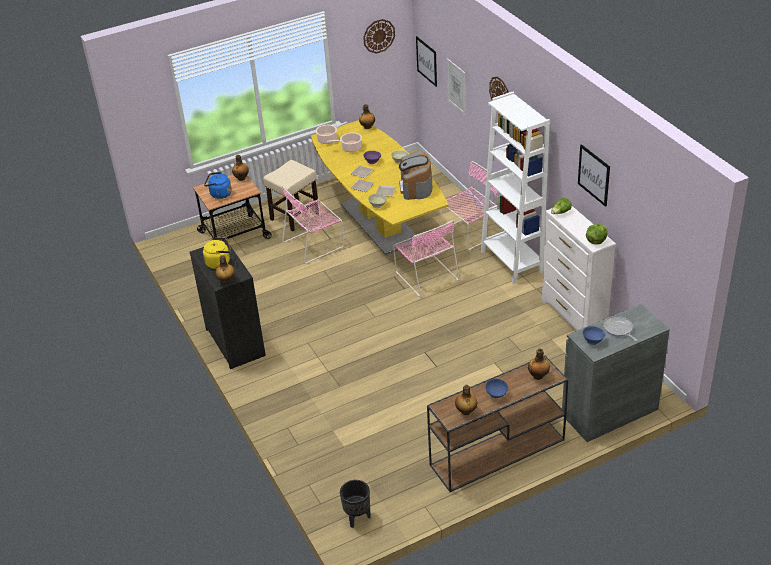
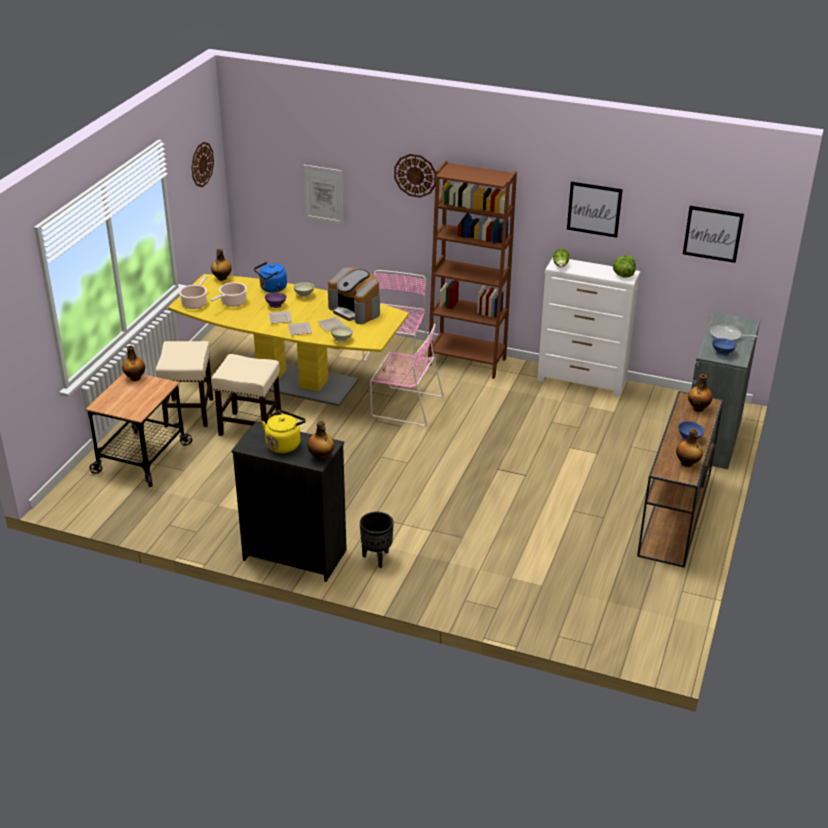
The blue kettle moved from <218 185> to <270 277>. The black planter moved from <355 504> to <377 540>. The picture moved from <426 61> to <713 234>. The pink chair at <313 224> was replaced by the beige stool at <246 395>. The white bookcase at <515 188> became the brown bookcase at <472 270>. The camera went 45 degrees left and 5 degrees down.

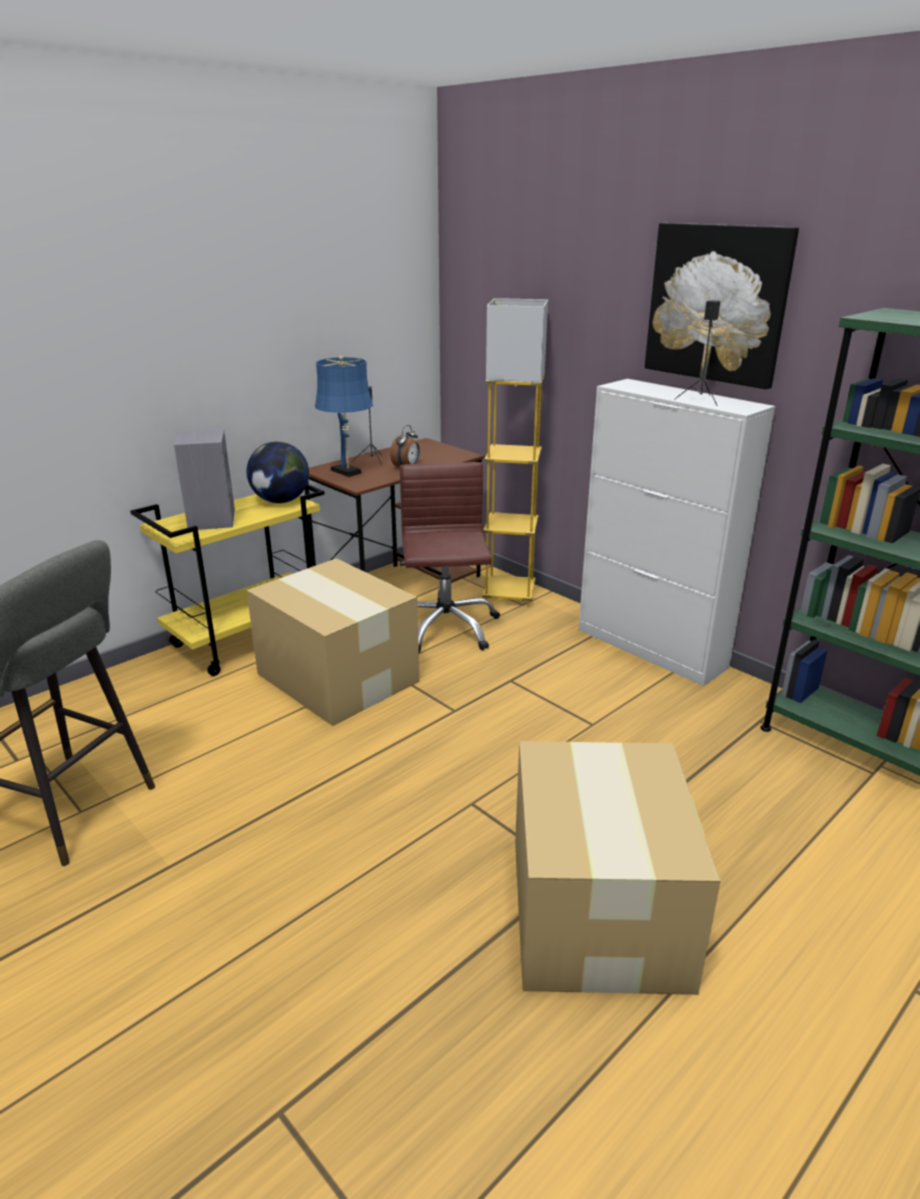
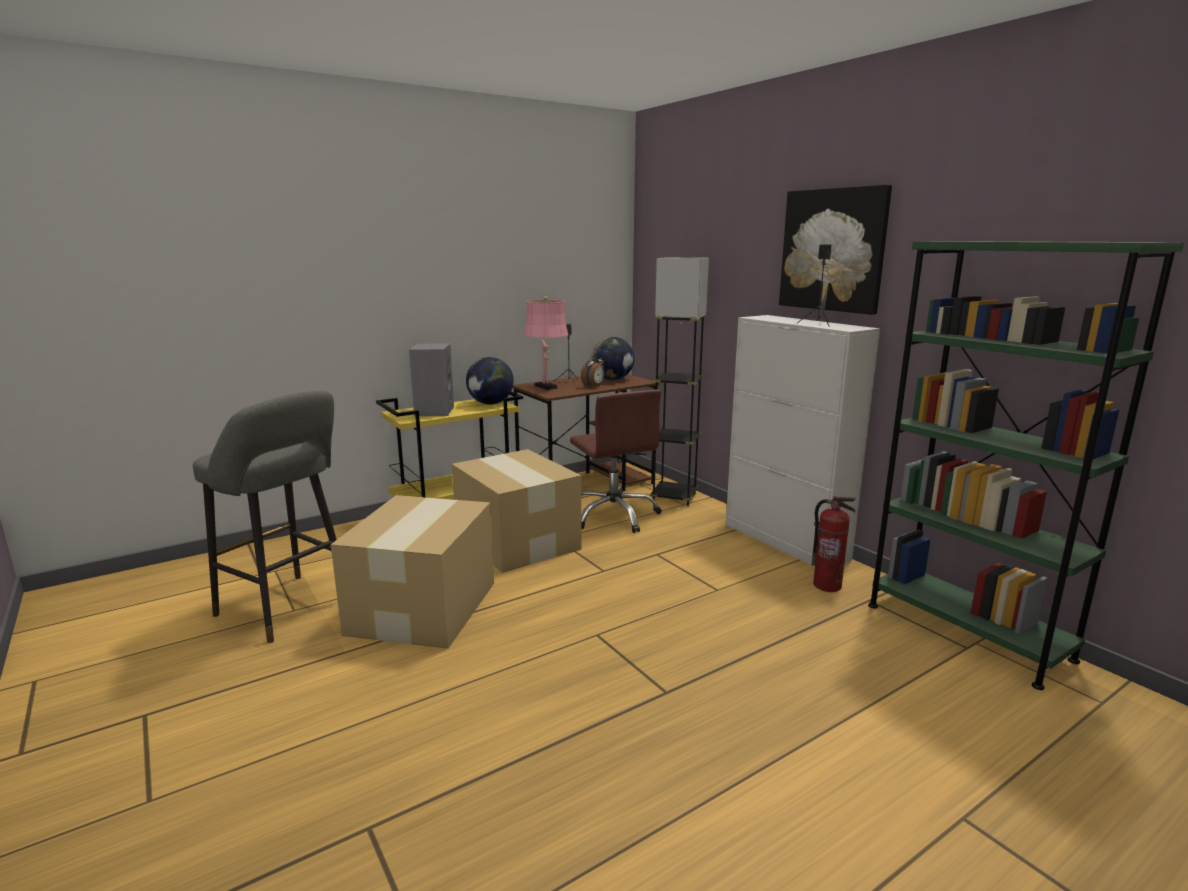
The globe at <613 358> appeared. The fire extinguisher at <834 544> appeared. The cardboard box moved from <618 868> to <412 572>. The blue table lamp at <344 416> became the pink table lamp at <546 343>. The yellow floor lamp at <515 452> became the black floor lamp at <679 381>. The brown office chair at <450 557> turned 150 degrees clockwise. The camera went 10 degrees right and 10 degrees down.

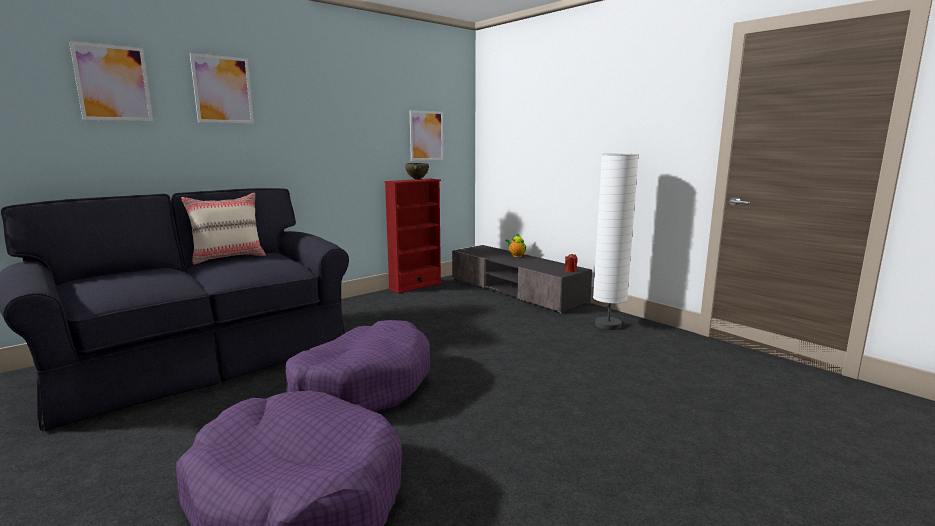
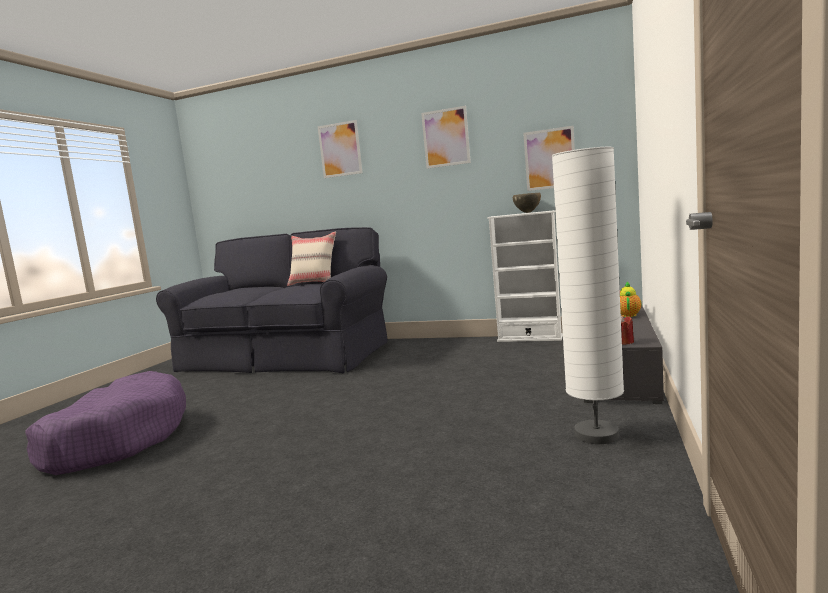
The purple dog bed at <357 366> disappeared. The picture moved from <111 81> to <446 137>. The red bookcase at <413 235> became the white bookcase at <525 276>. The camera went 60 degrees right and 5 degrees down.

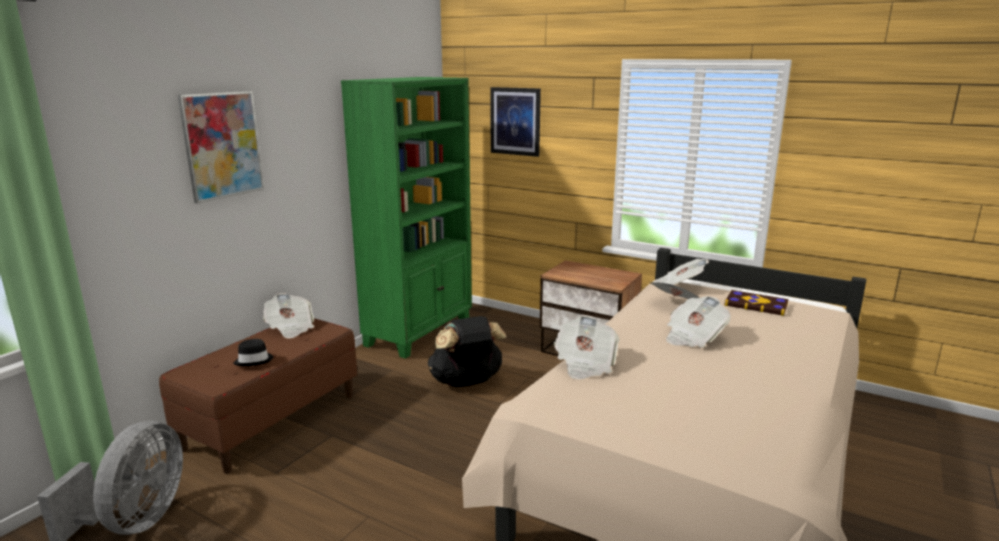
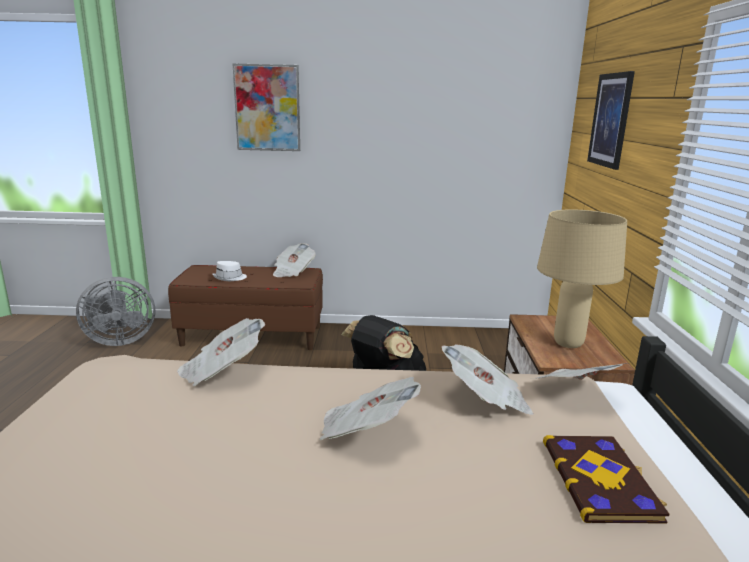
The green bookcase at <406 218> disappeared. The beige table lamp at <582 279> appeared. The black hat at <253 352> became the white hat at <230 271>. The camera went 60 degrees right and 0 degrees up.

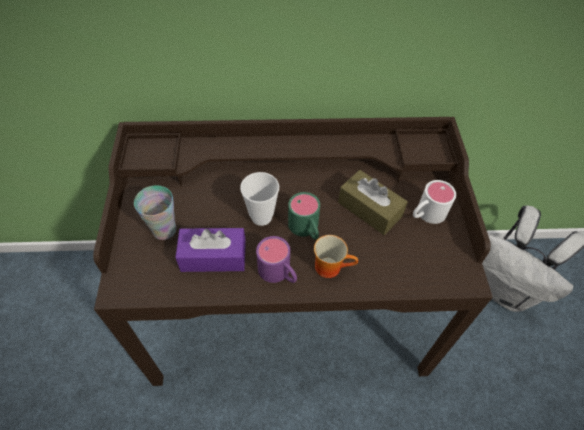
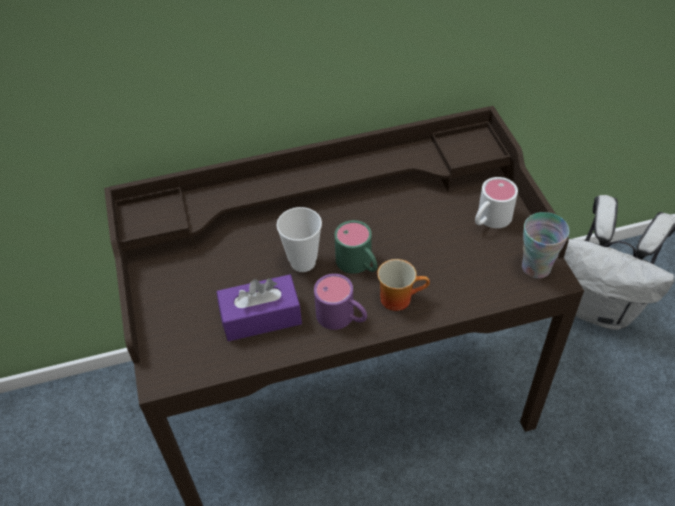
The brown tissue box at <373 202> disappeared. The cup moved from <155 212> to <545 245>. The camera went 10 degrees left and 5 degrees down.

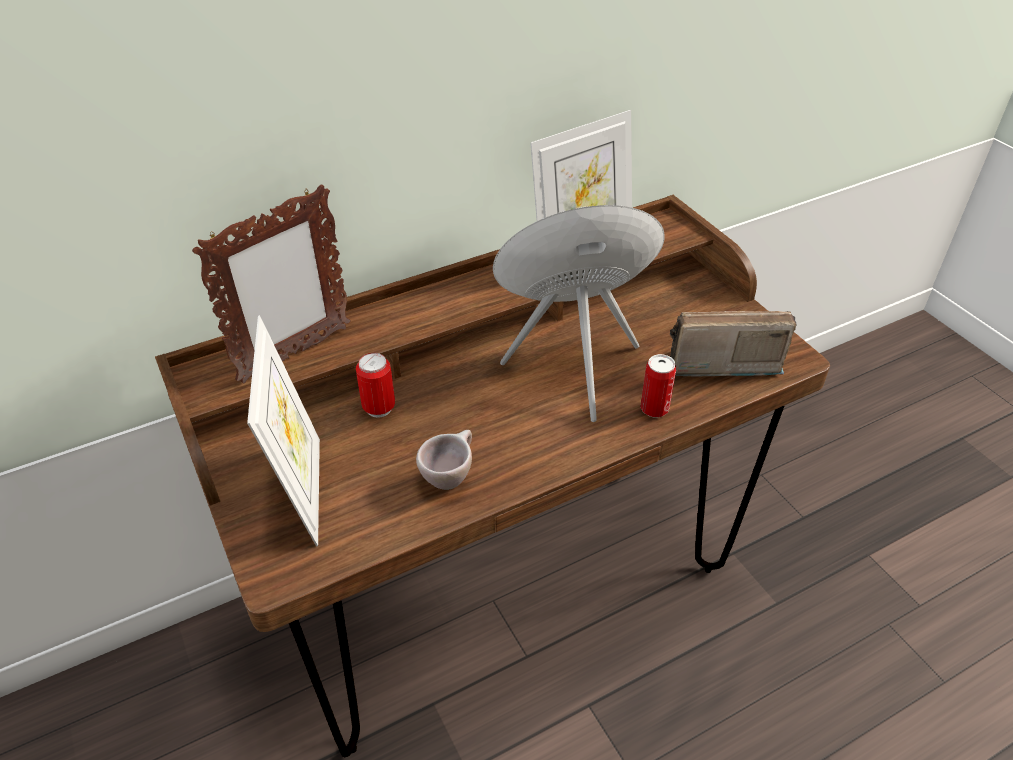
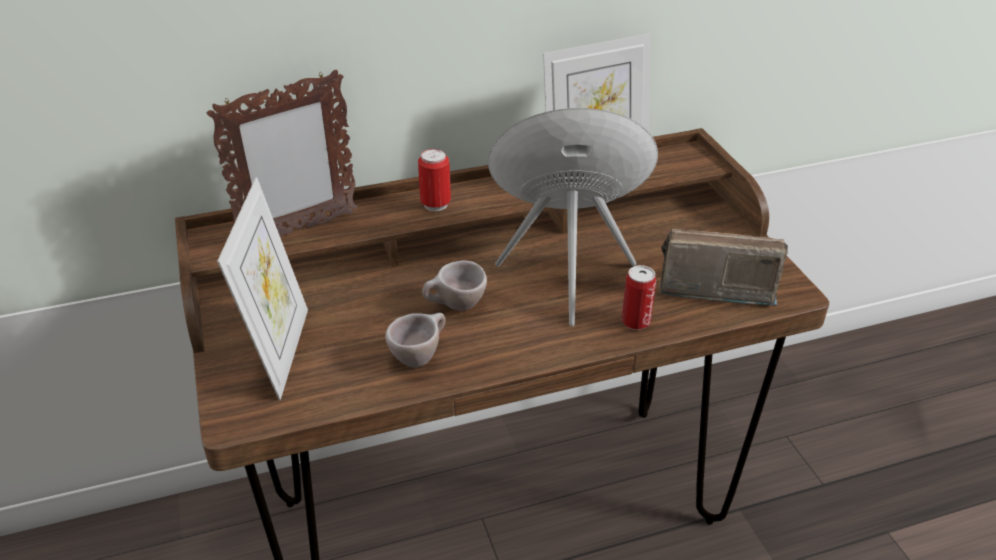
The beige cup at <454 285> appeared. The can moved from <375 385> to <434 180>. The camera went 10 degrees right and 5 degrees down.

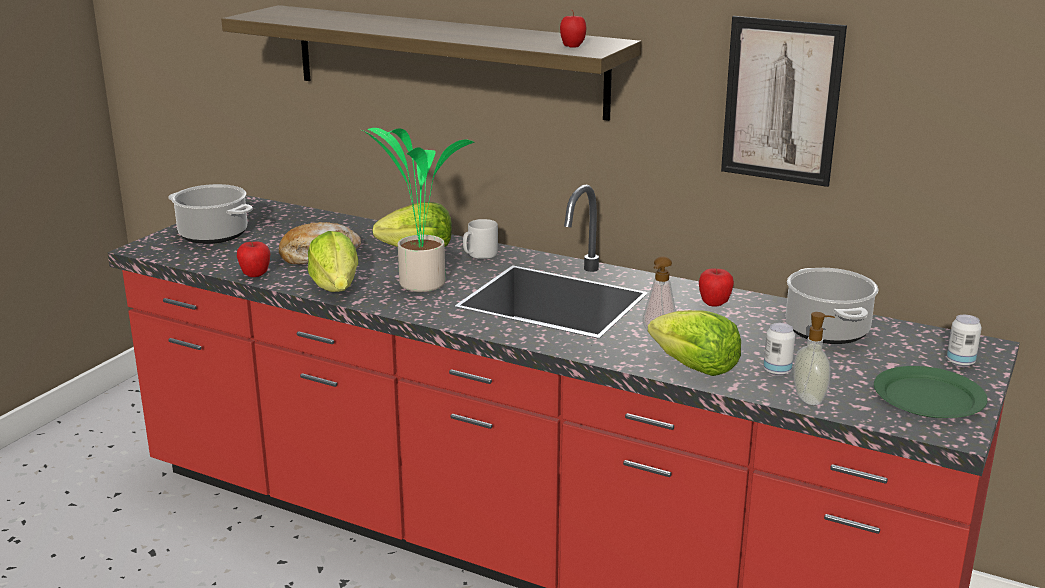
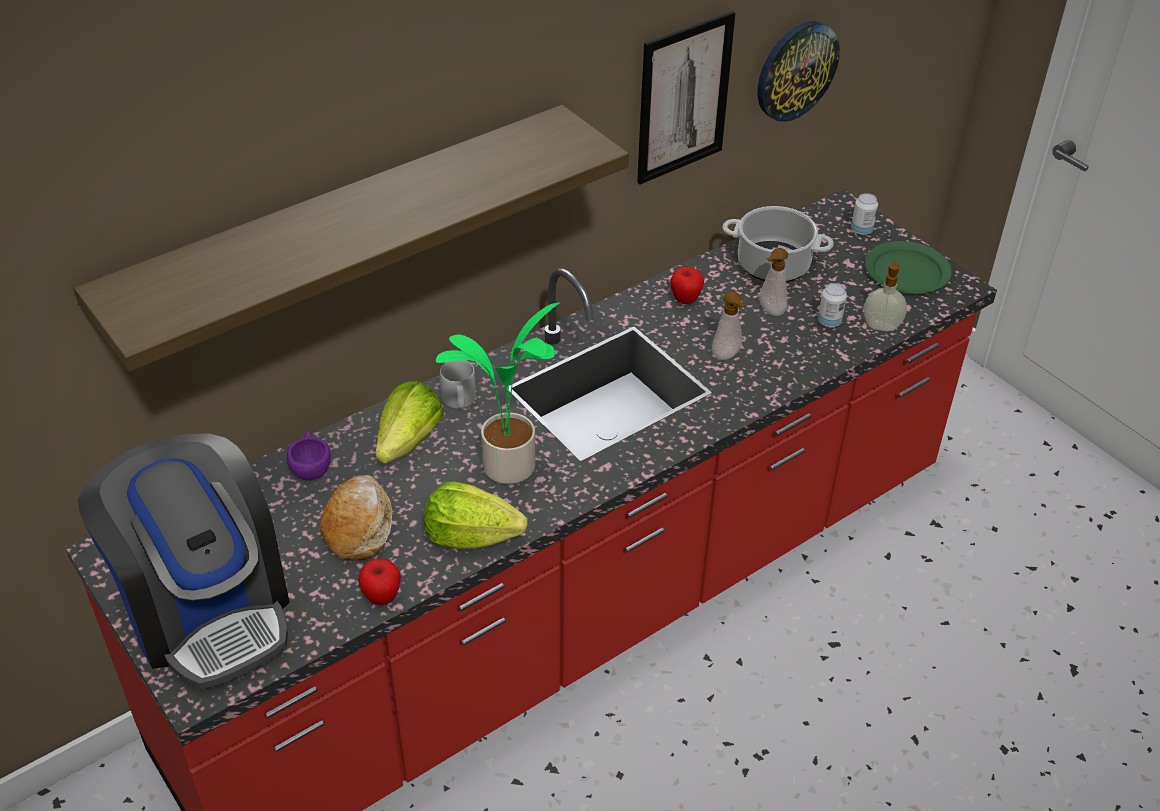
The apple at <573 29> disappeared. The lettuce at <694 343> disappeared. The purple cup at <309 455> appeared. The wall clock at <799 71> appeared. The soap dispenser at <773 282> appeared. The cooking pot at <210 214> was replaced by the coffee machine at <183 561>. The camera went 65 degrees left and 20 degrees up.

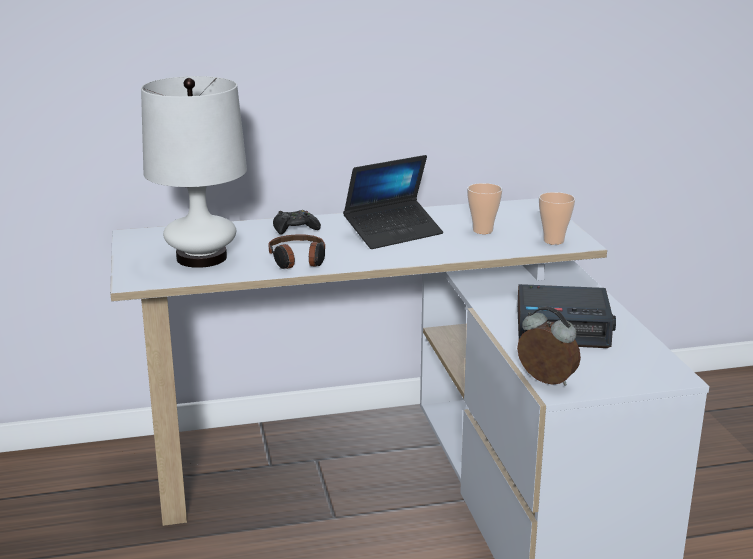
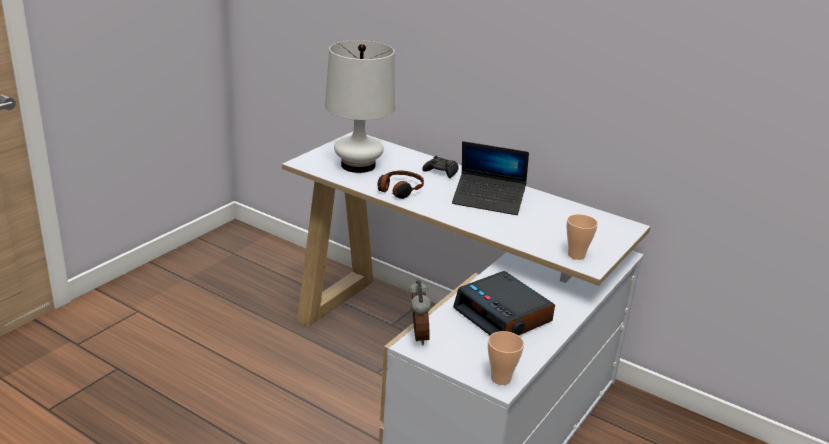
The cup moved from <484 208> to <506 358>. The camera went 45 degrees right and 5 degrees up.

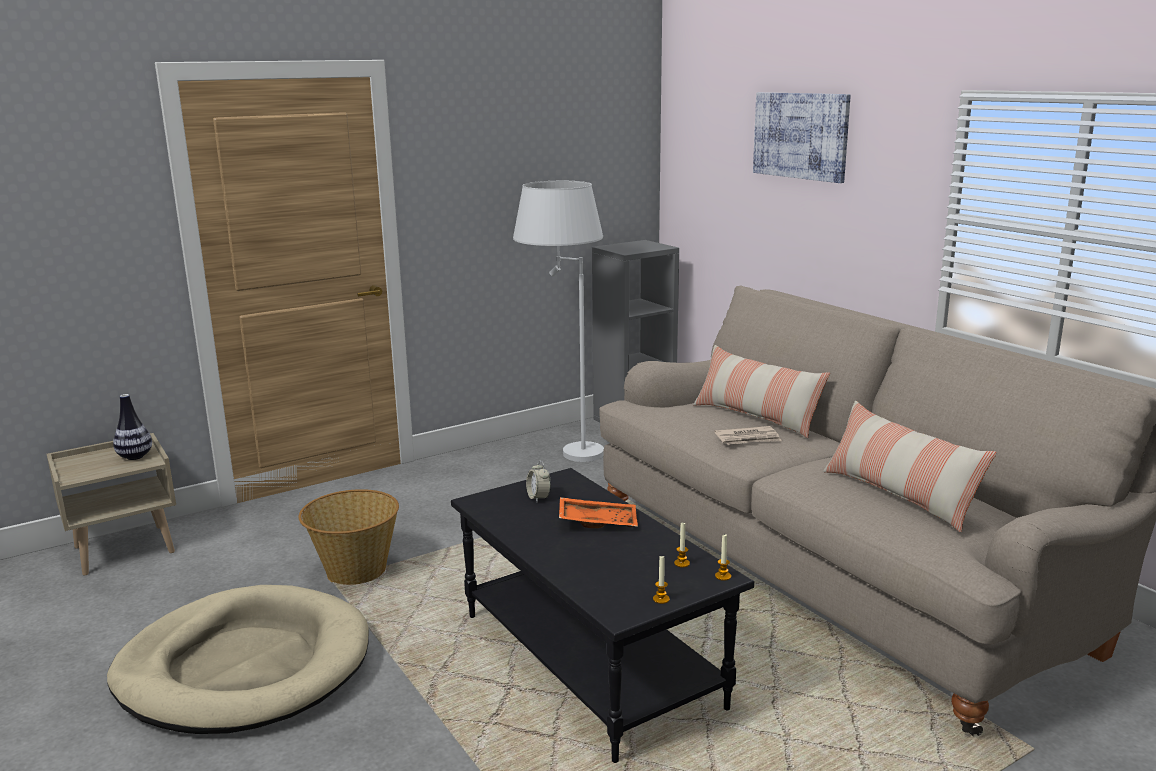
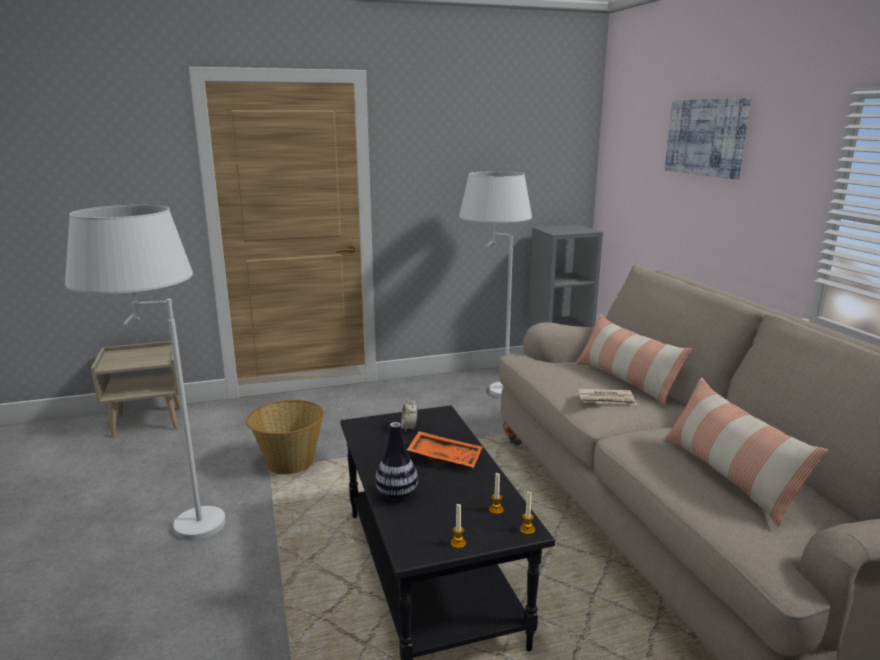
The vase moved from <132 427> to <396 461>. The beige dog bed at <238 659> was replaced by the white floor lamp at <145 372>. The camera went 15 degrees right and 0 degrees up.

